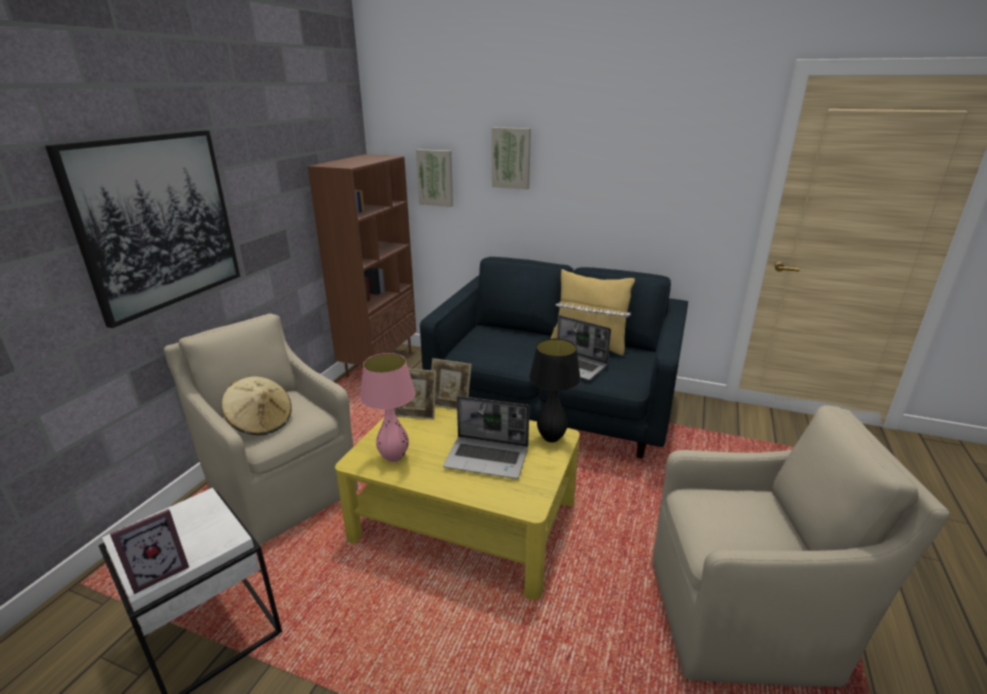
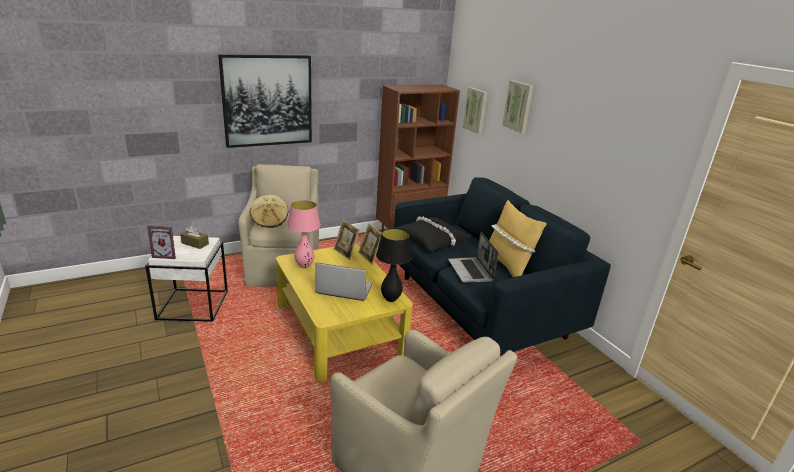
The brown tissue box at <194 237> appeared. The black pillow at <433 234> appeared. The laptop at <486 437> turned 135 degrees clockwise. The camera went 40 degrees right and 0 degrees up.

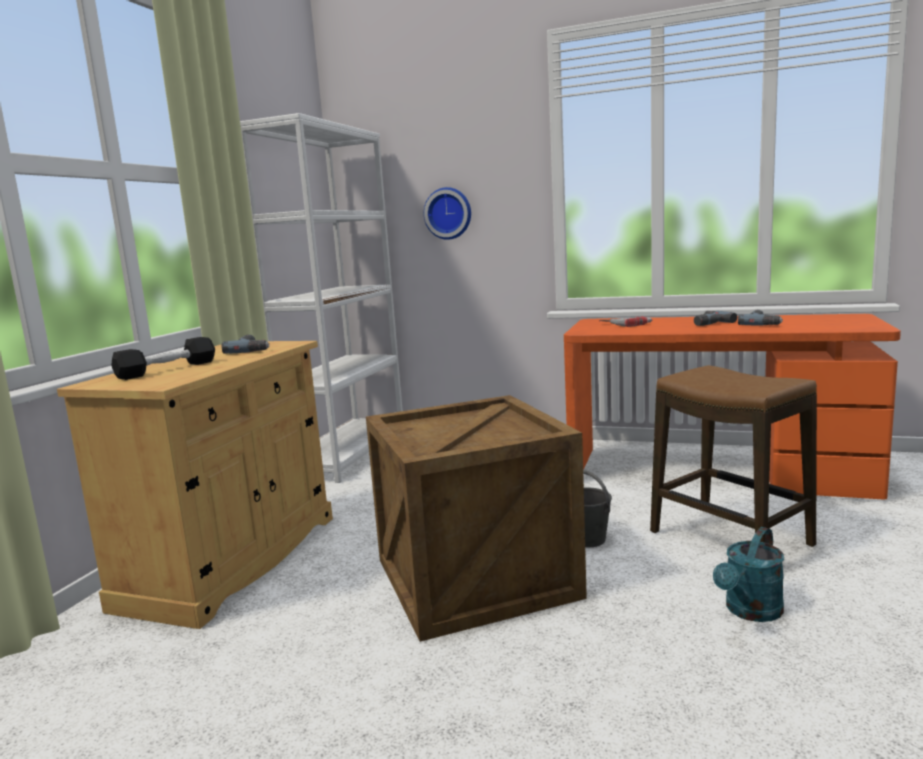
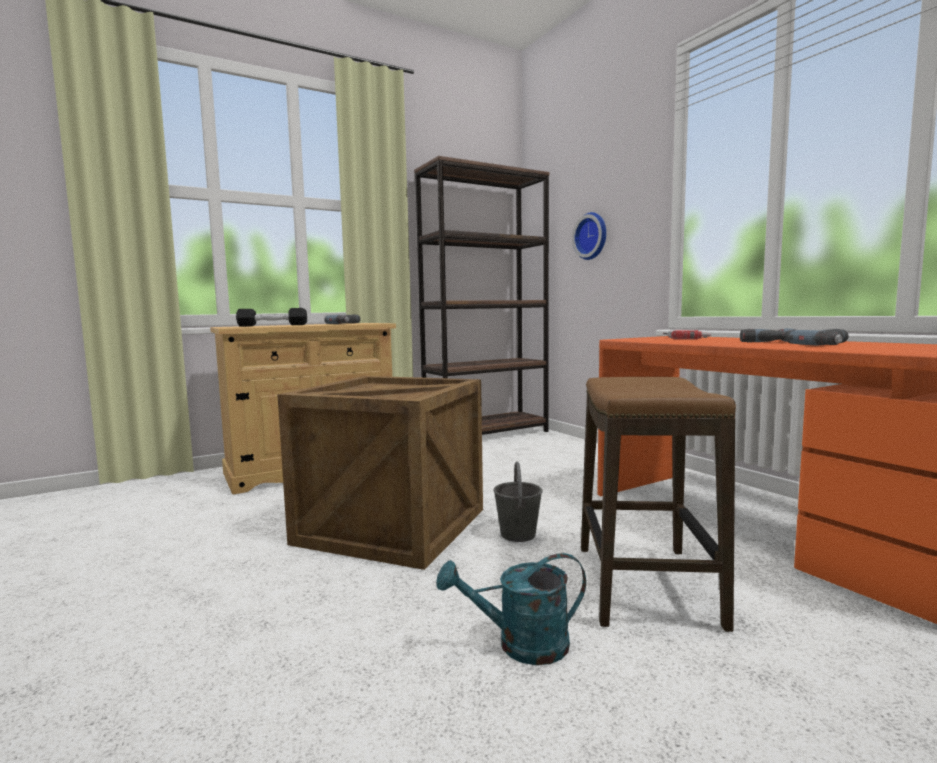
The white bookcase at <321 298> became the brown bookcase at <481 295>. The camera went 40 degrees right and 5 degrees down.

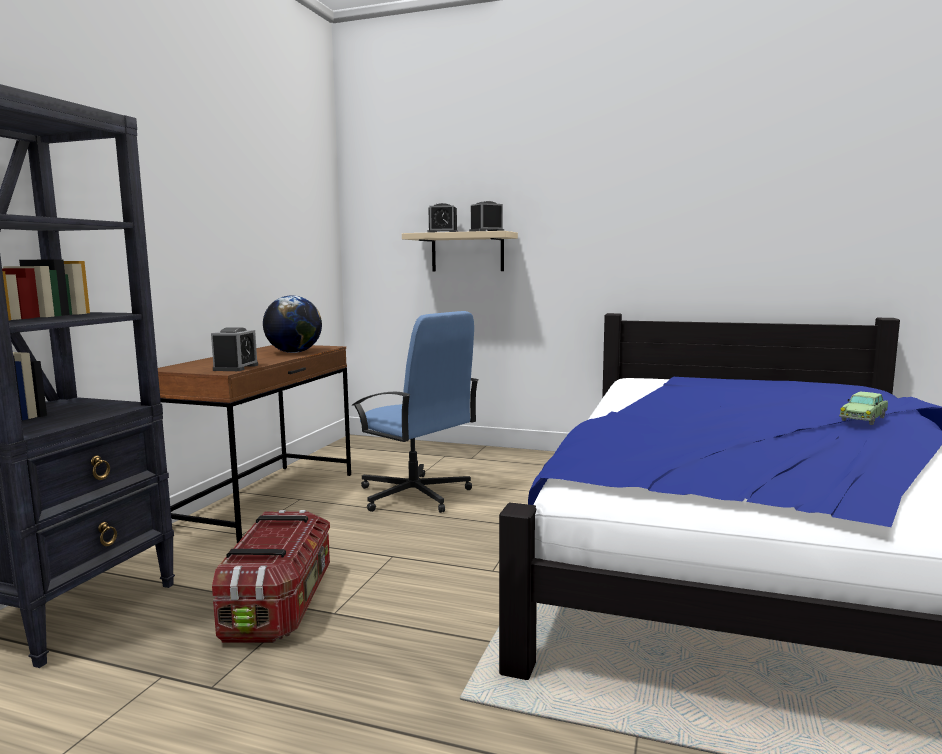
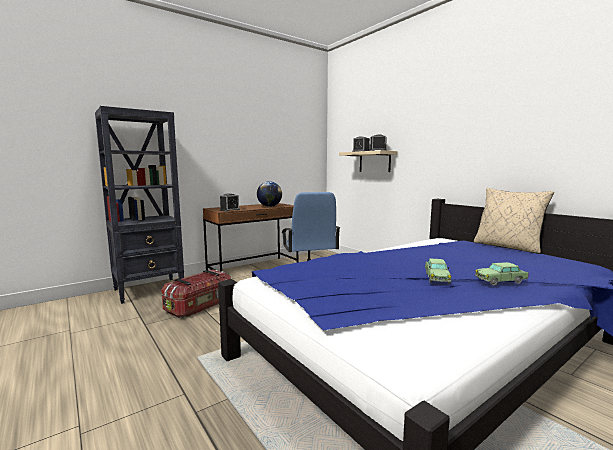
The toy car at <438 271> appeared. The beige pillow at <514 221> appeared. The camera went 35 degrees right and 0 degrees up.

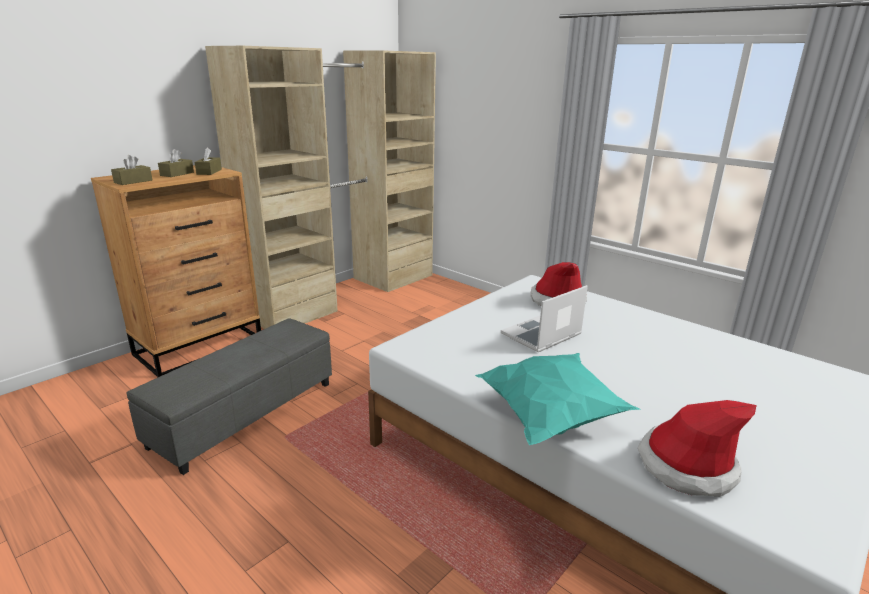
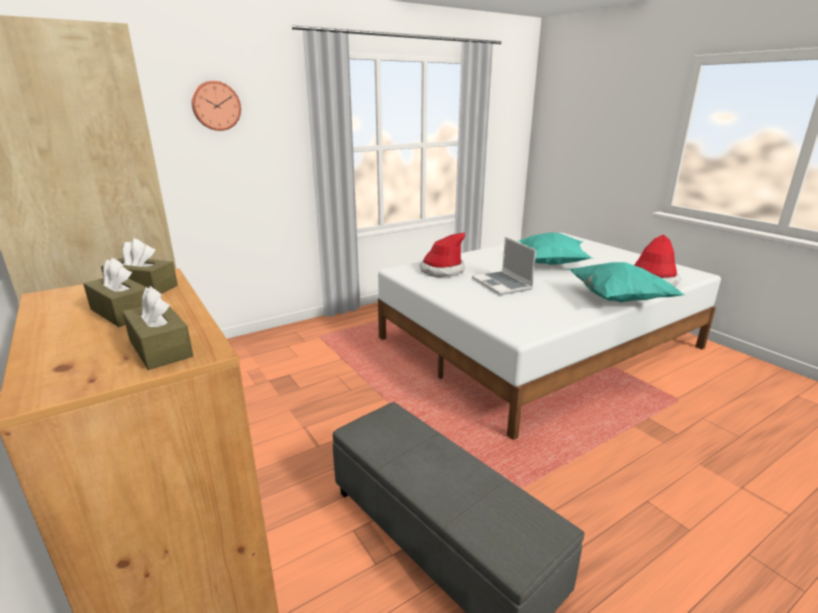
The wall clock at <216 106> appeared. The turquoise pillow at <556 249> appeared. The camera went 75 degrees left and 0 degrees up.

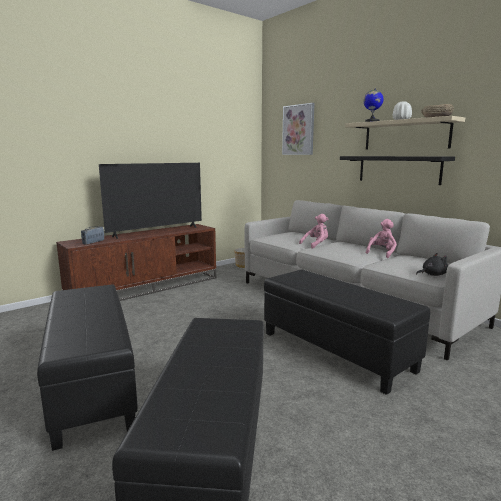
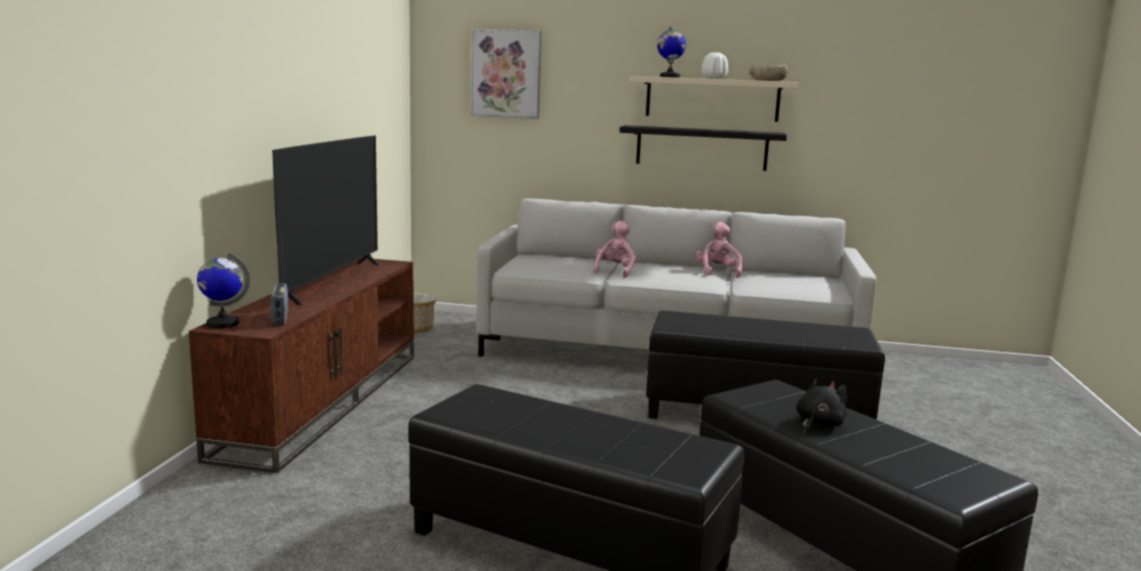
The globe at <223 290> appeared. The black plush toy moved from <432 264> to <822 405>. The camera went 40 degrees left and 0 degrees up.

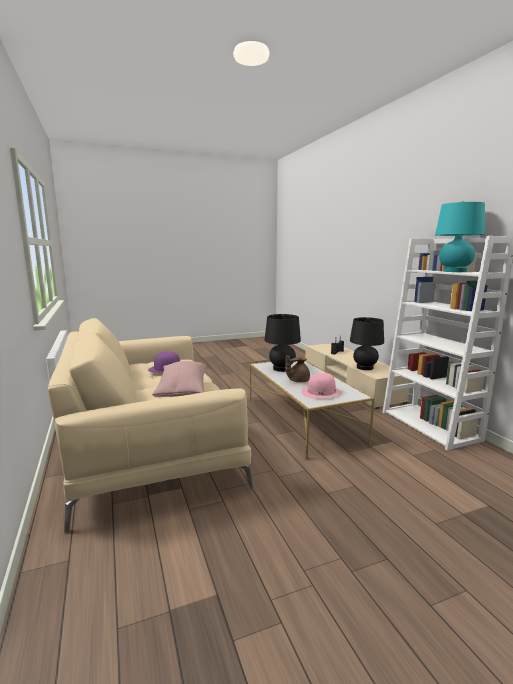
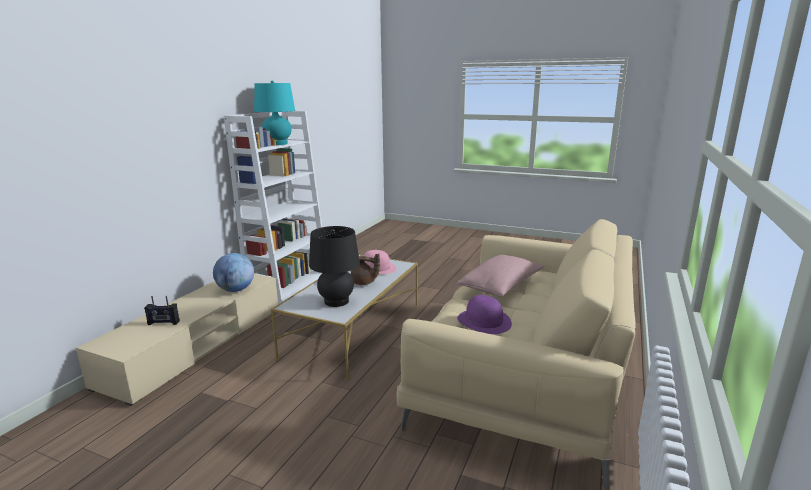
The black table lamp at <367 343> was replaced by the globe at <233 272>. The camera went 135 degrees left and 5 degrees up.

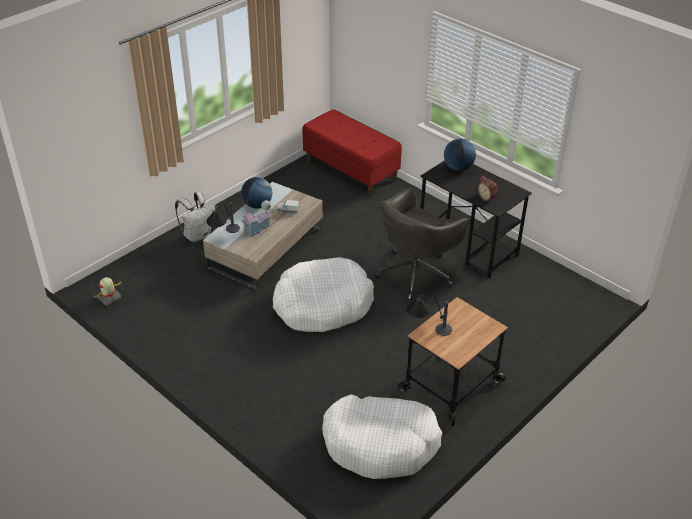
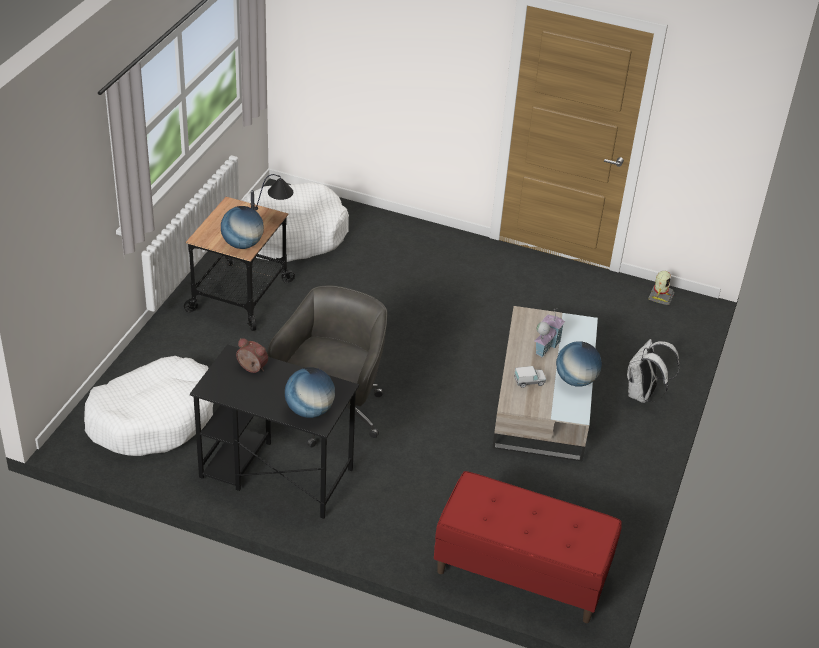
The table lamp at <223 217> disappeared. The globe at <242 227> appeared. The white dog bed moved from <323 294> to <148 406>. The camera went 155 degrees right and 0 degrees up.

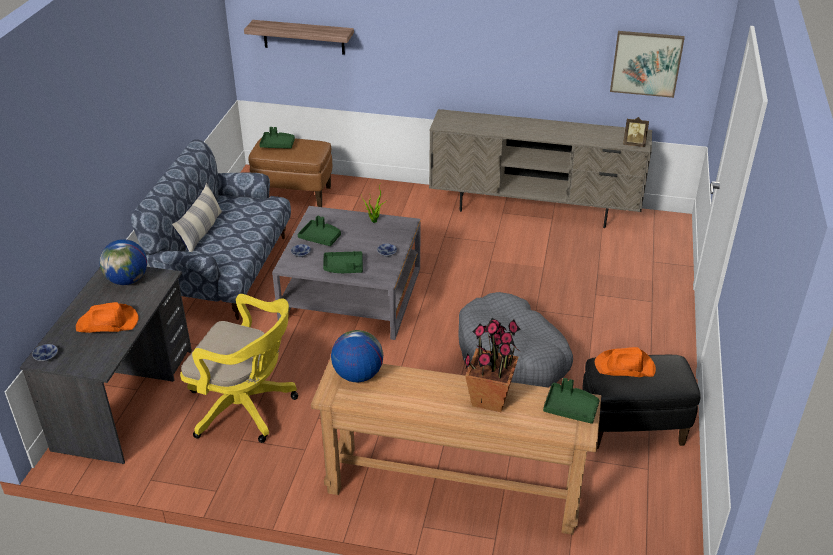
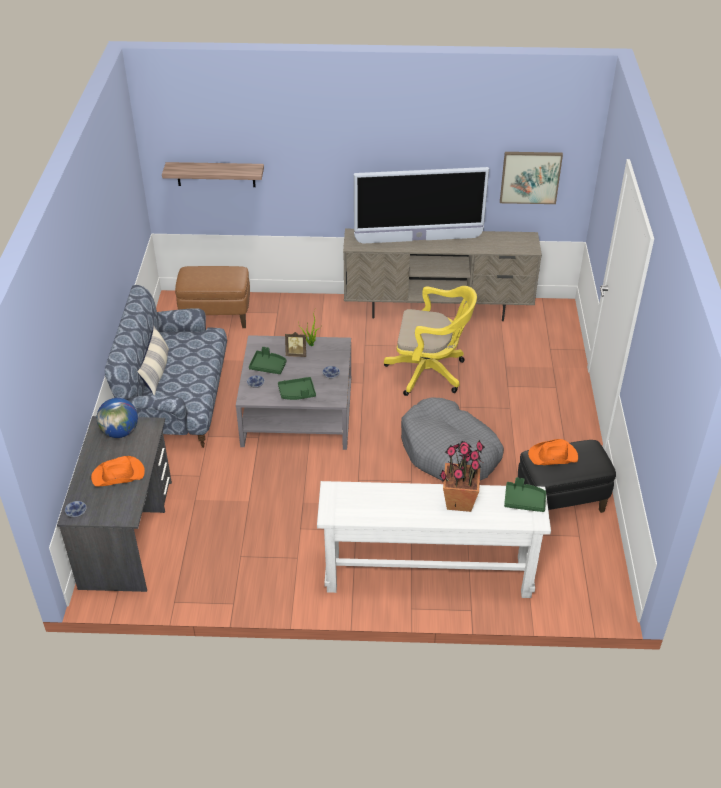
The green tray at <277 138> disappeared. The globe at <357 356> disappeared. The television at <421 205> appeared. The yellow office chair moved from <239 368> to <430 341>. The picture frame moved from <636 132> to <295 344>. The brown console table at <456 446> became the white console table at <434 539>. The camera went 10 degrees left and 5 degrees up.

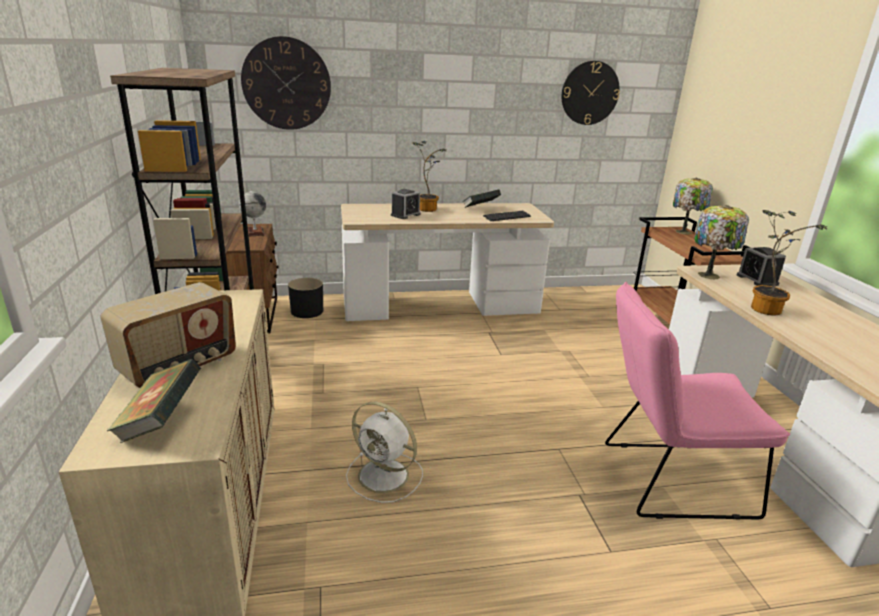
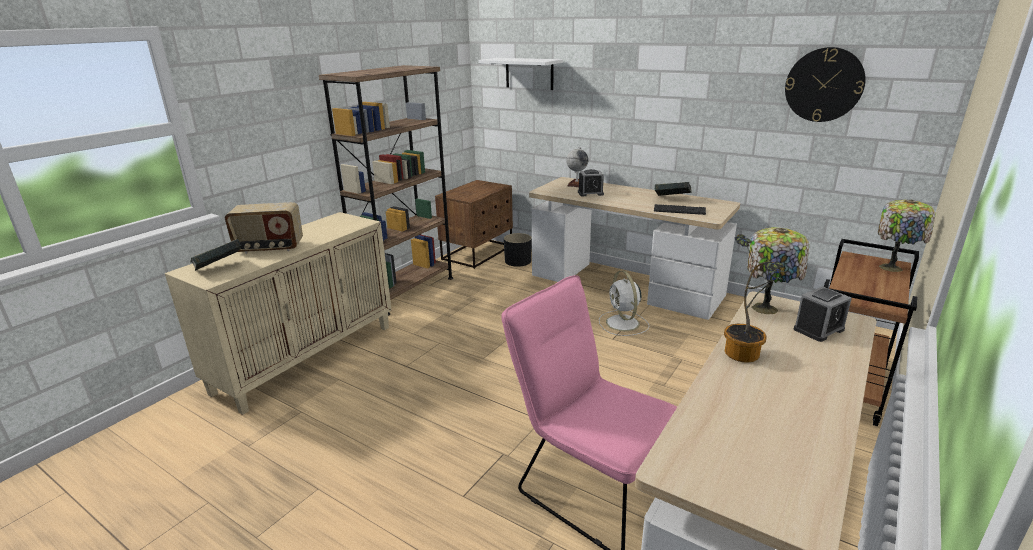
The potted plant at <429 176> disappeared. The globe moved from <252 213> to <577 167>. The white fan moved from <384 452> to <624 303>. The wall clock at <286 83> was replaced by the white shelf at <520 74>. The alarm clock at <761 266> turned 150 degrees counterclockwise. The camera went 45 degrees right and 0 degrees up.

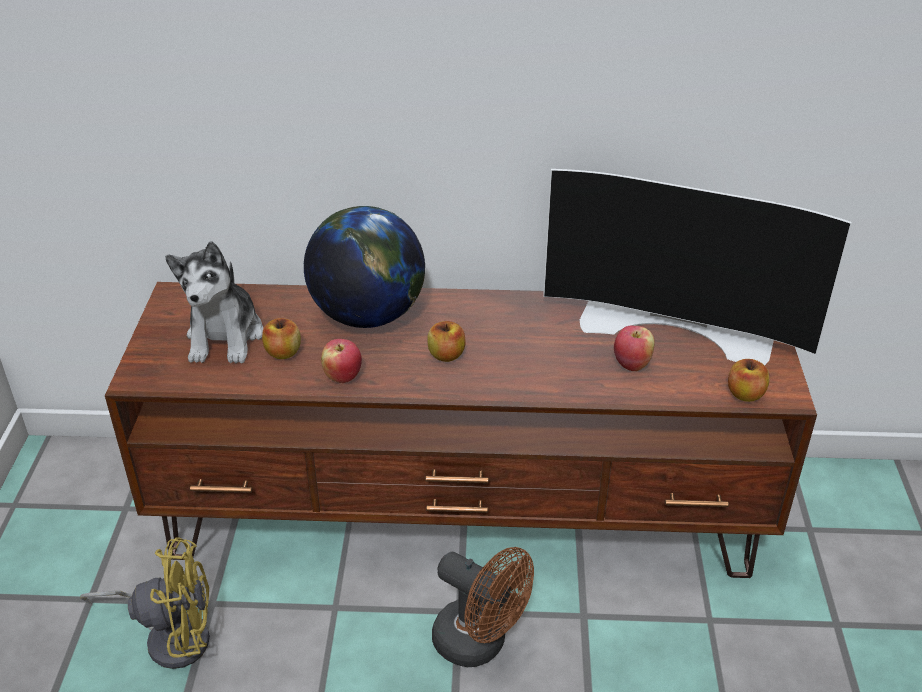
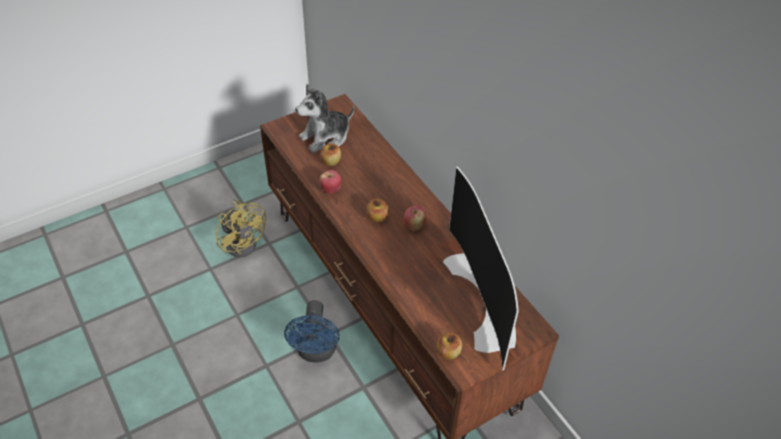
The globe at <364 267> disappeared. The apple moved from <634 348> to <415 218>. The brown fan at <483 607> became the blue fan at <312 331>. The camera went 55 degrees right and 10 degrees up.

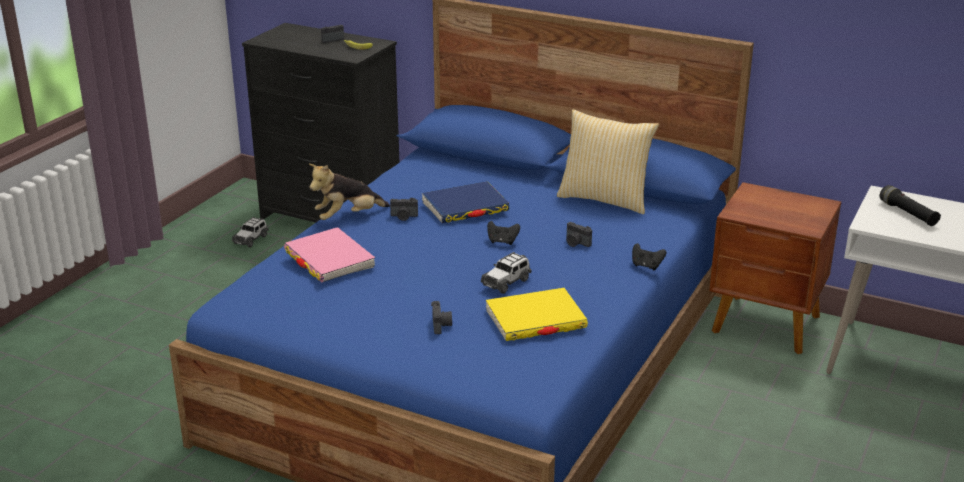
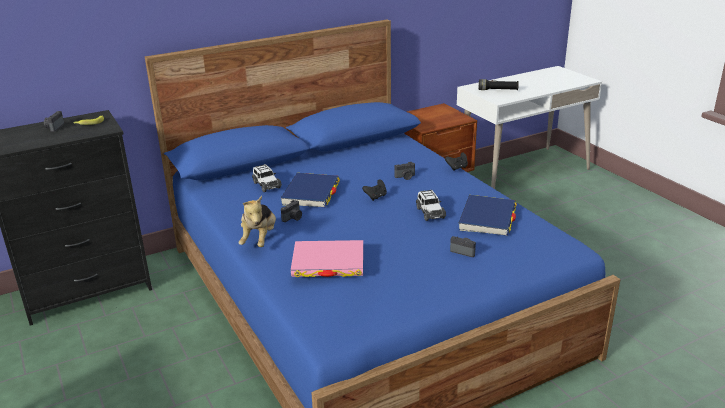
The pillow at <608 161> disappeared. The toy car moved from <250 232> to <267 178>. The yellow book at <537 314> became the blue book at <488 215>. The camera went 55 degrees left and 0 degrees up.

